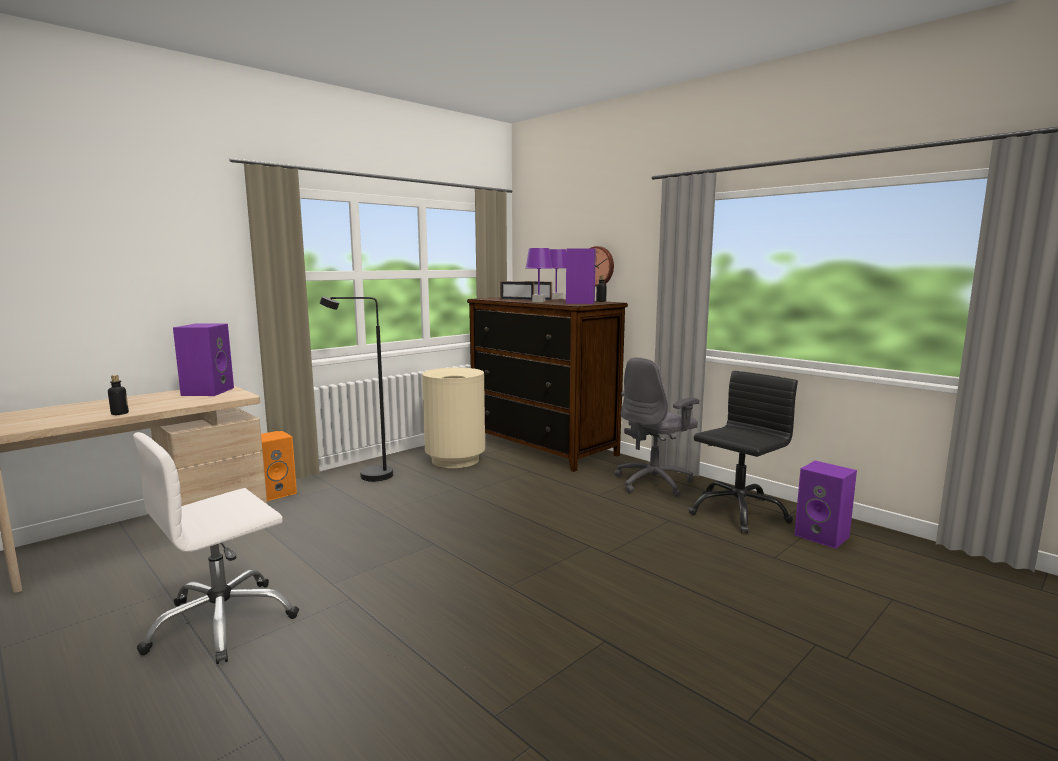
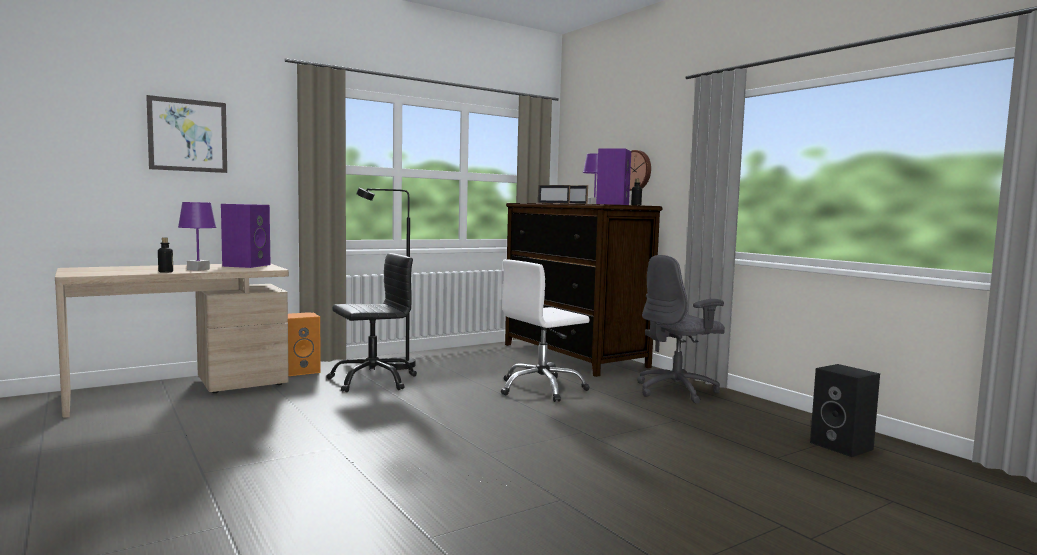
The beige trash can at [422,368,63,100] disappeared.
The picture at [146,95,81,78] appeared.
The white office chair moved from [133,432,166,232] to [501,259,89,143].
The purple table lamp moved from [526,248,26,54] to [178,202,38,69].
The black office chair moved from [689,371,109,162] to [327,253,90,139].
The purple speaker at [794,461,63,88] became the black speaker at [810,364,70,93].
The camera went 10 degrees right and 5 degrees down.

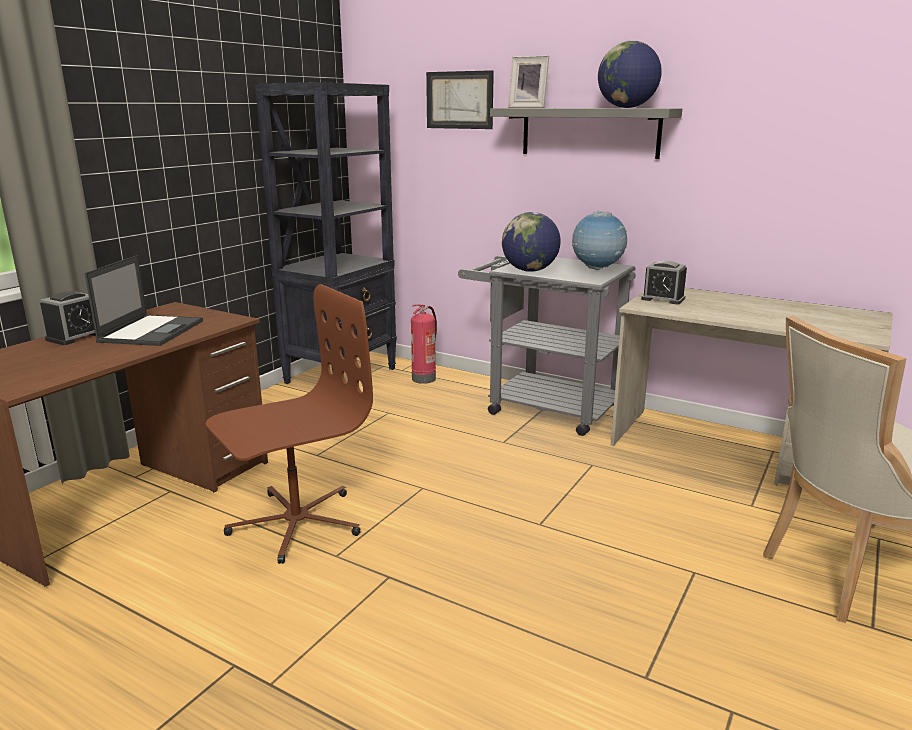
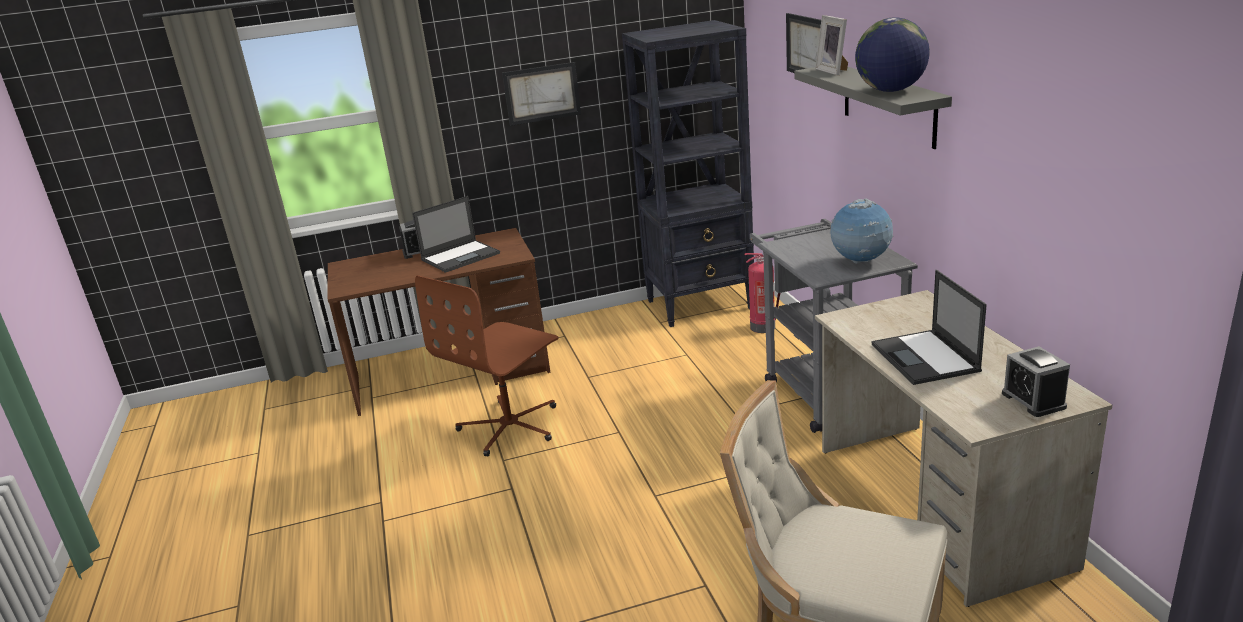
The globe at [502,212,59,60] disappeared.
The picture at [502,62,79,64] appeared.
The laptop at [872,270,115,115] appeared.
The alarm clock moved from [641,261,46,43] to [1002,346,68,71].
The brown office chair at [206,284,167,280] turned 120 degrees clockwise.
The camera went 45 degrees right and 5 degrees up.

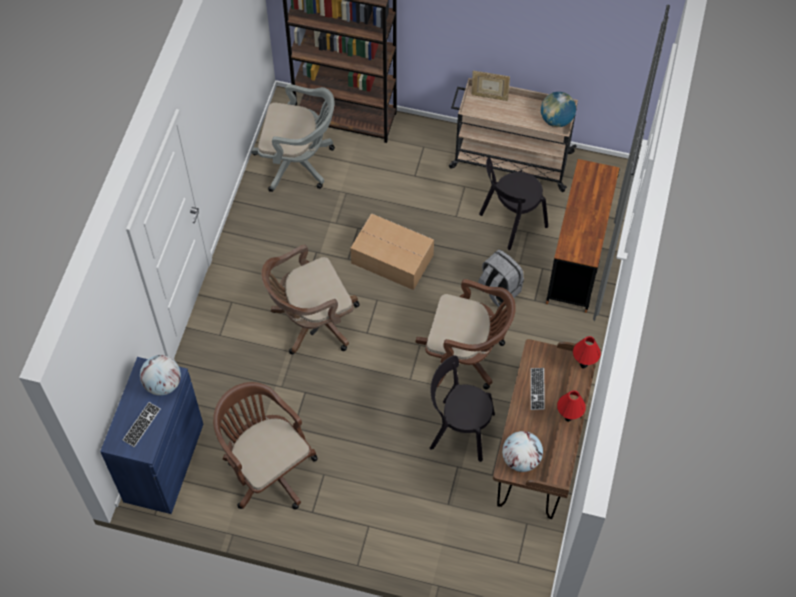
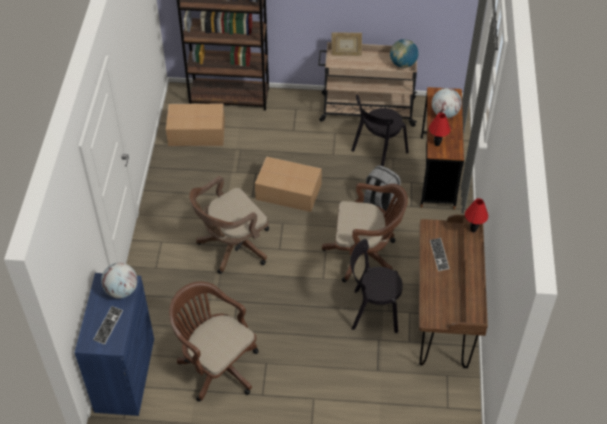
The globe moved from [502,431,41,41] to [432,88,30,30].
The red table lamp moved from [557,390,29,32] to [429,113,22,33].
The grey office chair at [251,84,84,108] was replaced by the cardboard box at [166,104,59,42].
The camera went 10 degrees left and 10 degrees down.

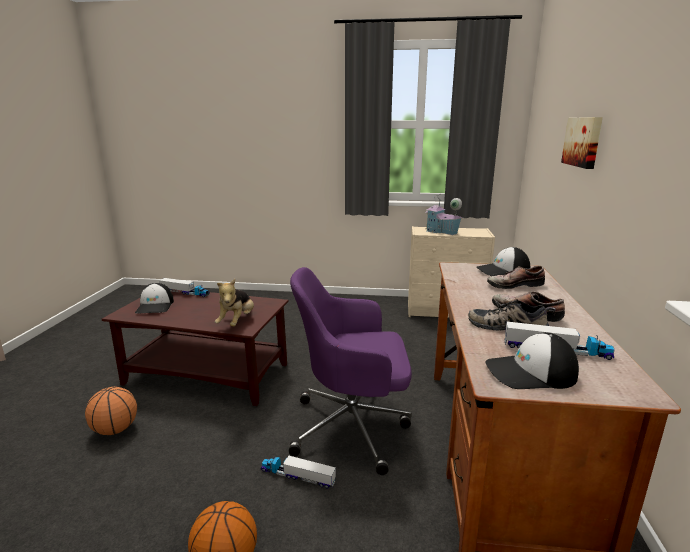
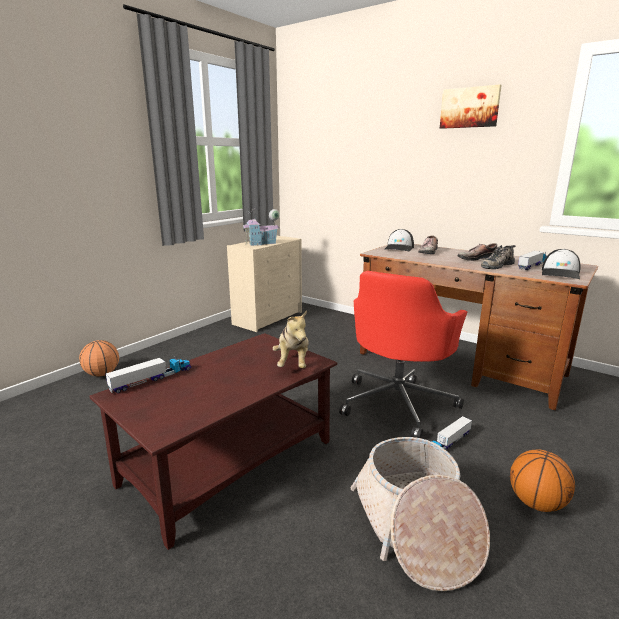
The cap at [135,283,39,31] disappeared.
The basket at [351,437,139,154] appeared.
The basketball moved from [85,387,52,48] to [79,340,40,36].
The picture moved from [561,117,42,52] to [440,84,62,45].
The purple office chair at [289,267,123,208] became the red office chair at [339,271,128,167].
The plush toy at [215,279,39,47] turned 45 degrees clockwise.
The camera went 60 degrees left and 0 degrees up.

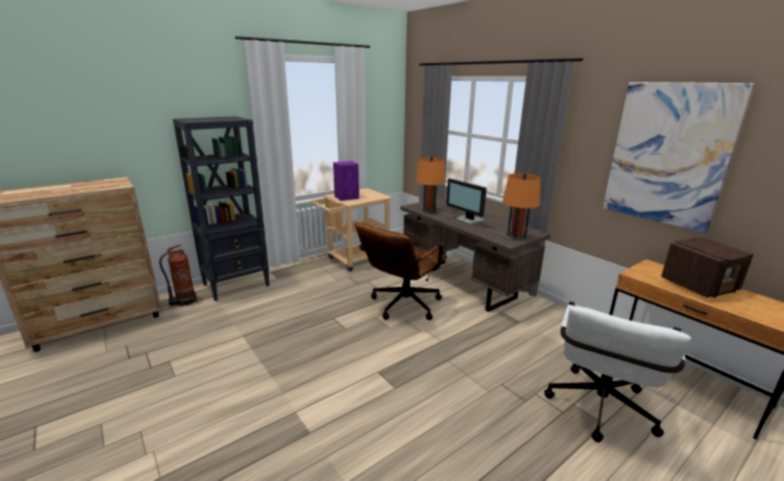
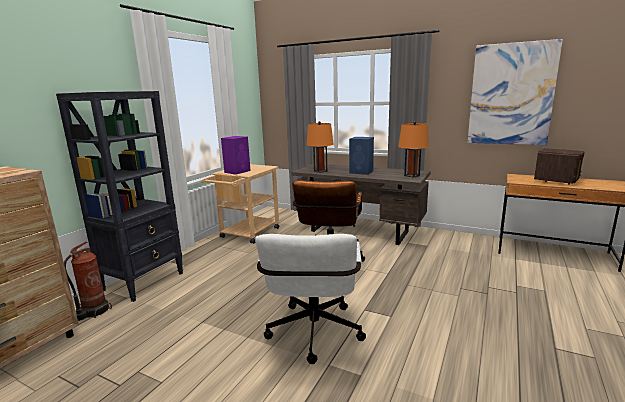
The white office chair moved from [544,301,147,141] to [255,234,111,130].
The monitor at [446,178,41,47] was replaced by the blue speaker at [349,137,25,38].
The camera went 25 degrees left and 5 degrees down.

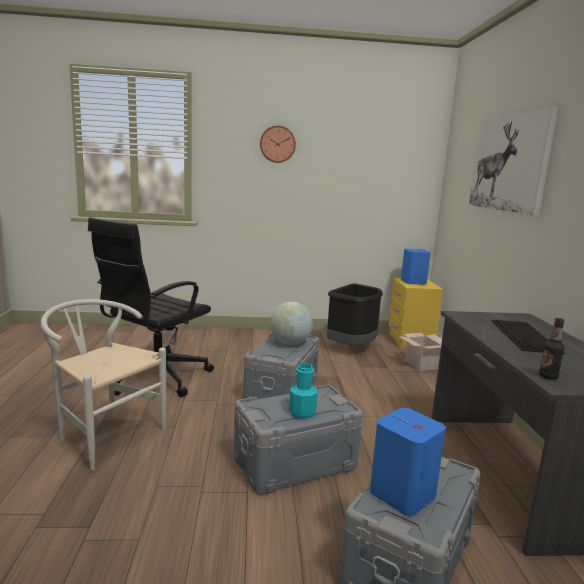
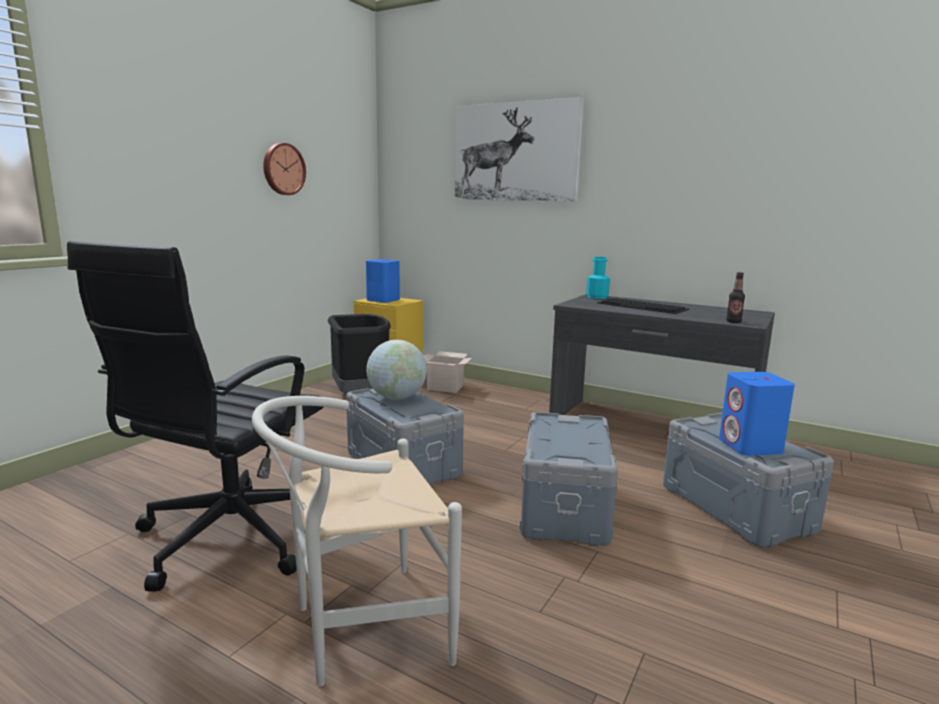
The wall clock moved from [260,125,36,38] to [263,143,43,52].
The turquoise bottle moved from [289,364,29,55] to [586,257,24,42].
The black office chair at [88,217,126,180] turned 45 degrees clockwise.
The camera went 55 degrees left and 0 degrees up.

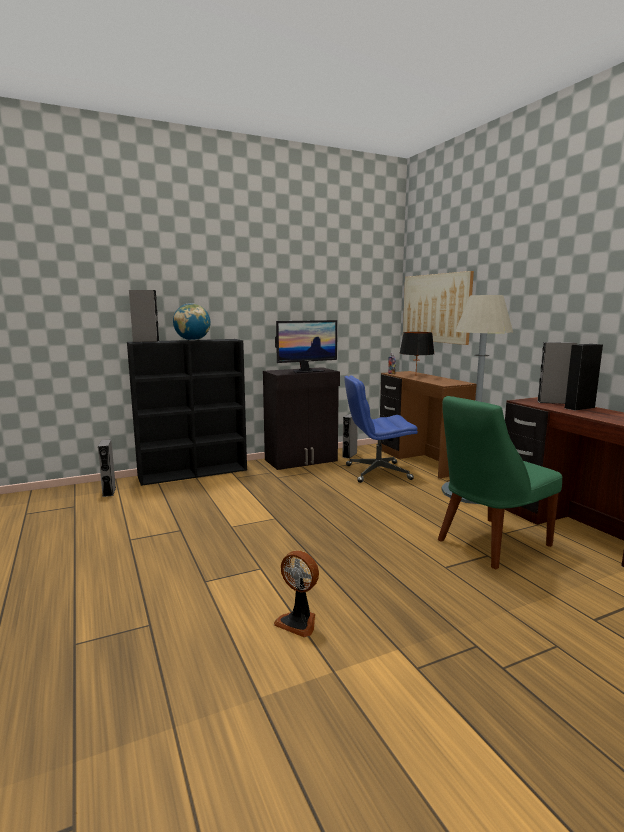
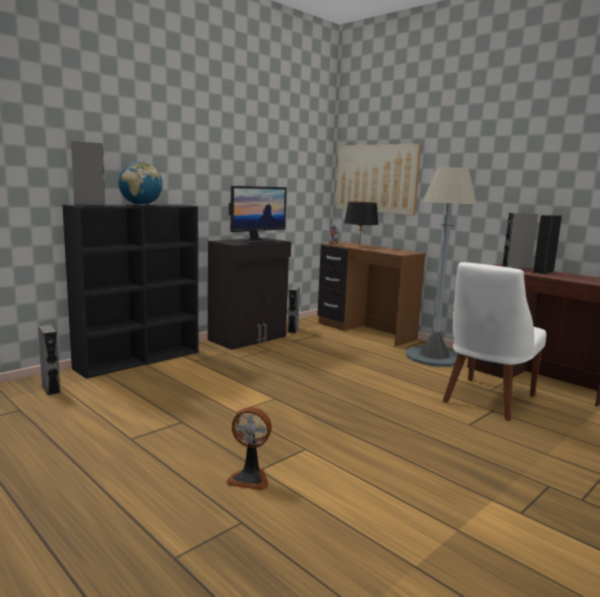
The blue office chair at [344,375,74,108] disappeared.
The fan moved from [274,551,45,87] to [226,407,46,83].
The green chair at [438,396,125,173] became the white chair at [442,262,104,159].
The camera went 20 degrees left and 0 degrees up.

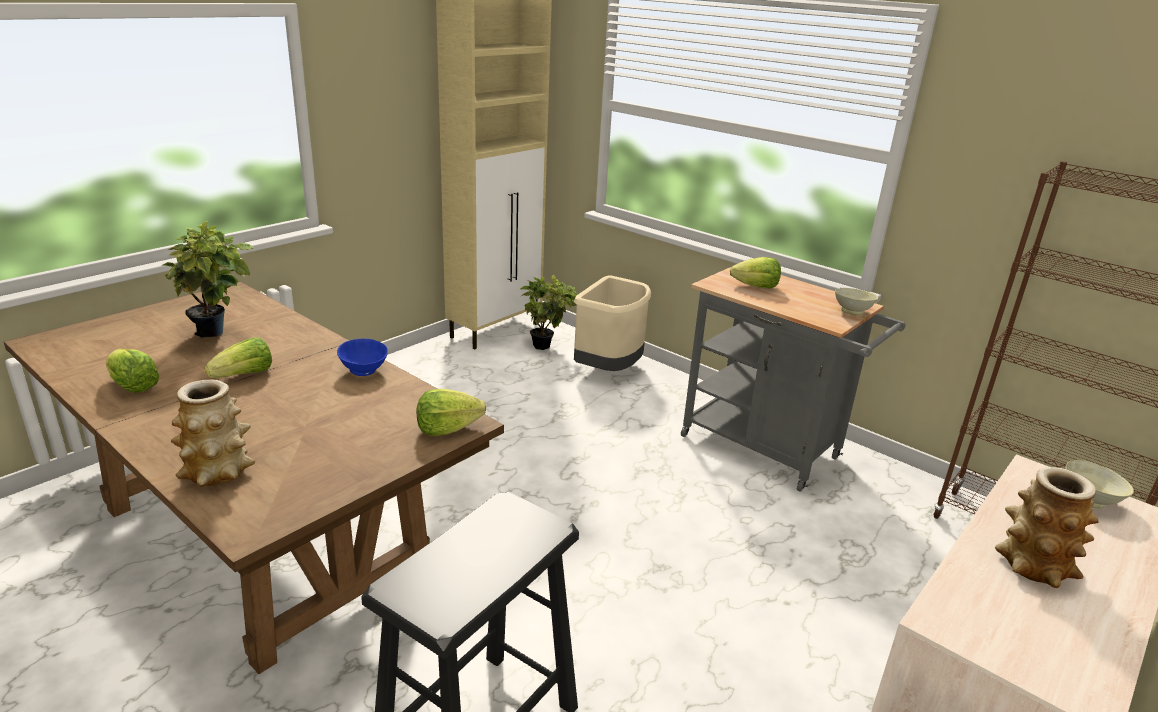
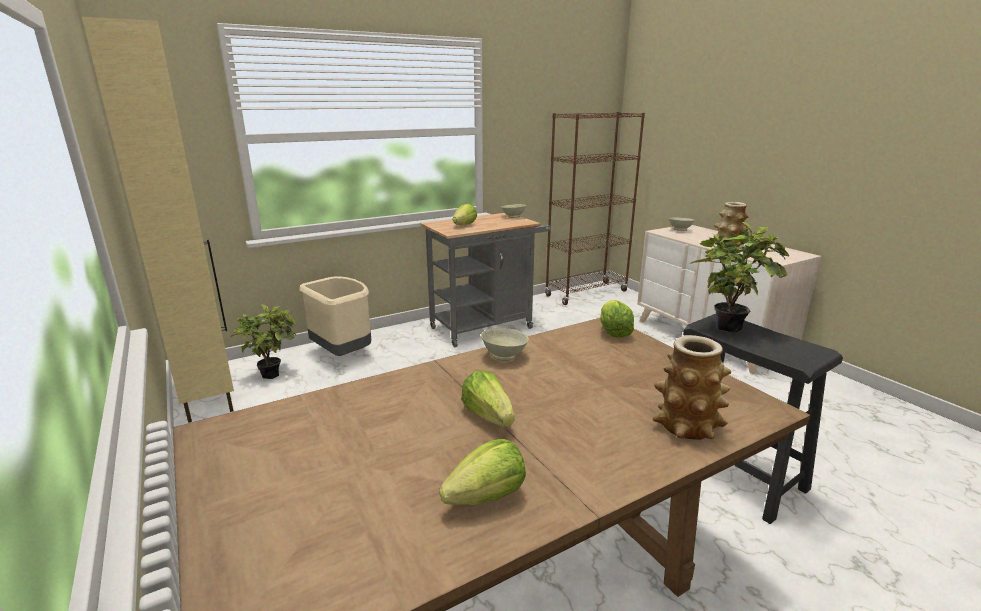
The potted plant moved from [163,221,90,117] to [690,222,99,111].
The blue bowl at [337,339,51,37] became the beige bowl at [481,328,48,33].
The camera went 70 degrees left and 5 degrees down.

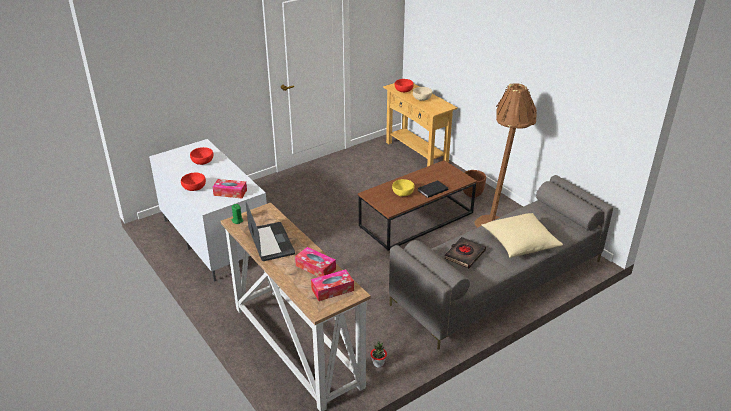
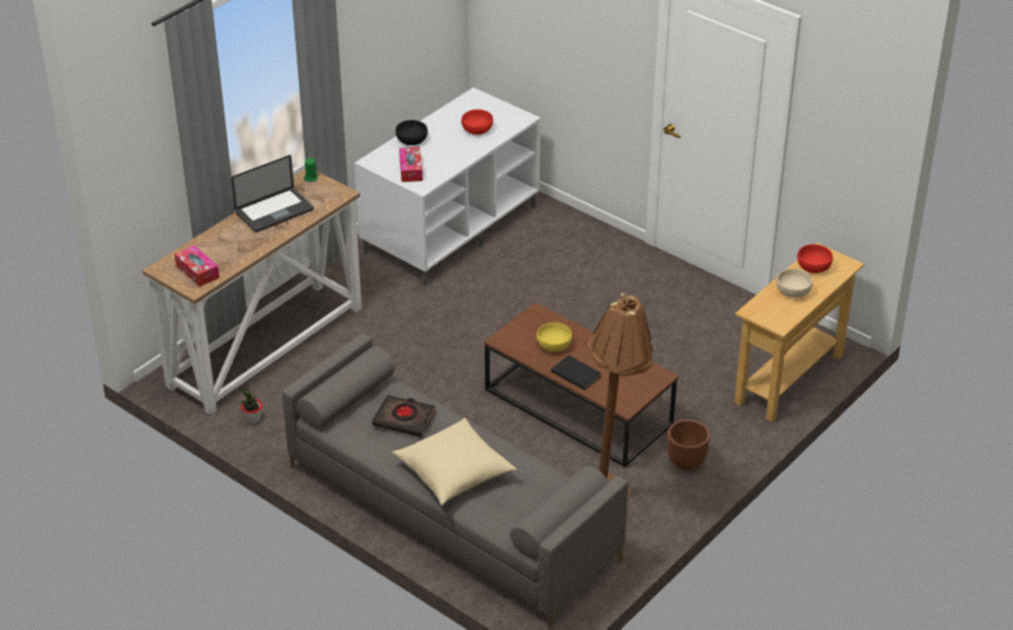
The tissue box at [295,247,41,30] disappeared.
The red bowl at [181,173,25,18] became the black bowl at [396,120,32,25].
The camera went 75 degrees right and 5 degrees up.

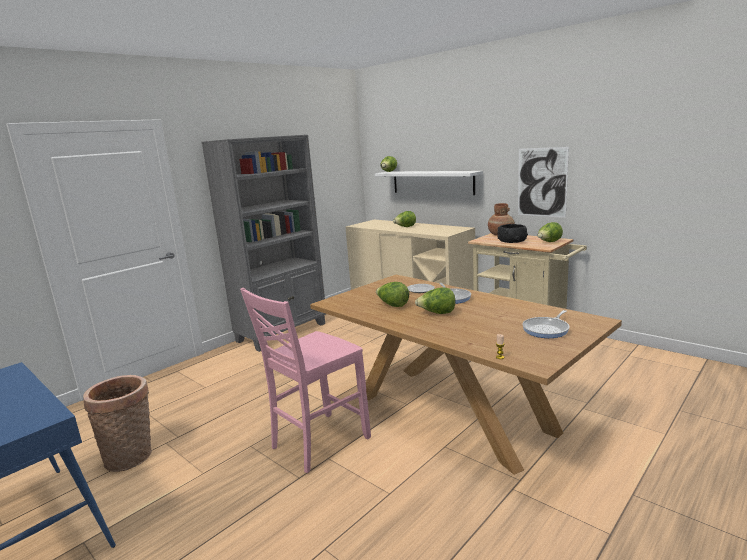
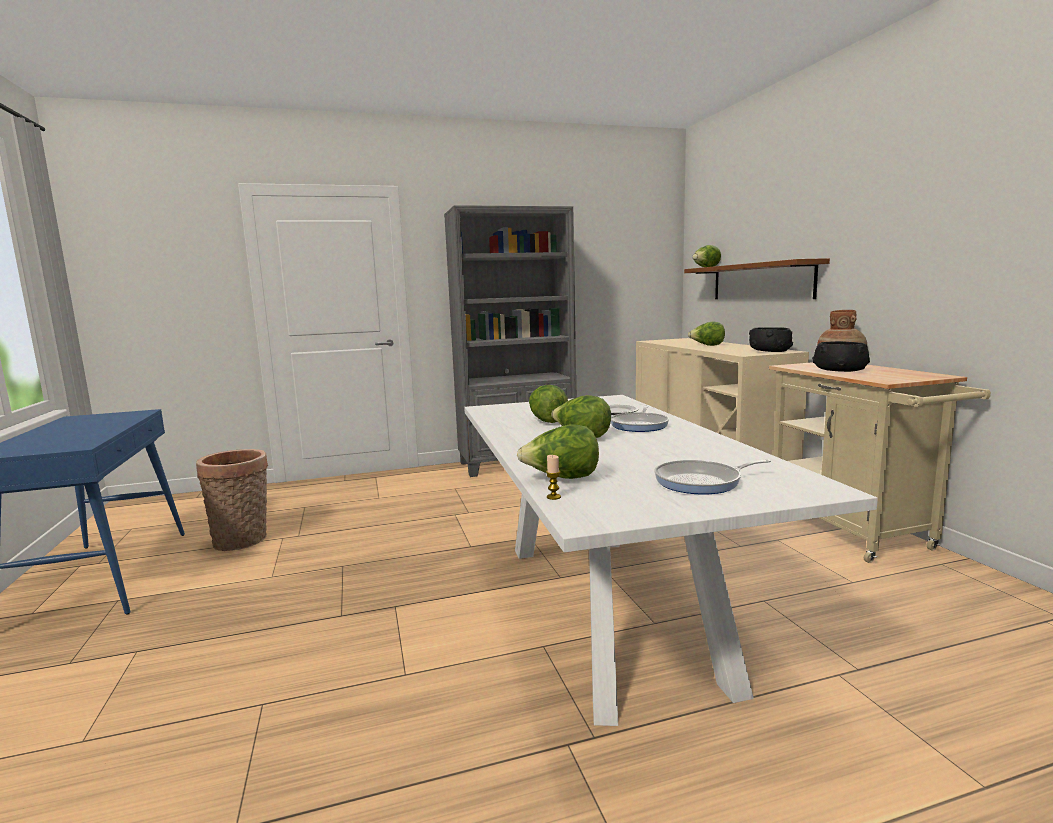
The pink chair at [240,288,131,185] disappeared.
The picture at [518,147,51,71] disappeared.
The black bowl at [749,327,44,25] appeared.
The lettuce moved from [538,222,25,20] to [517,425,82,54].
The brown dining table at [310,275,312,200] became the white dining table at [464,395,414,331].
The white shelf at [375,171,108,24] became the brown shelf at [684,258,146,41].
The camera went 30 degrees right and 5 degrees down.

